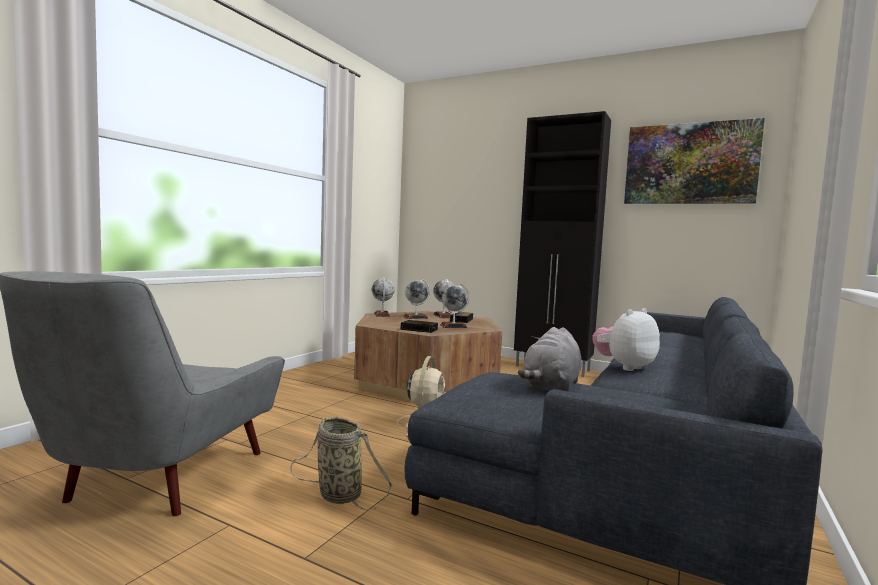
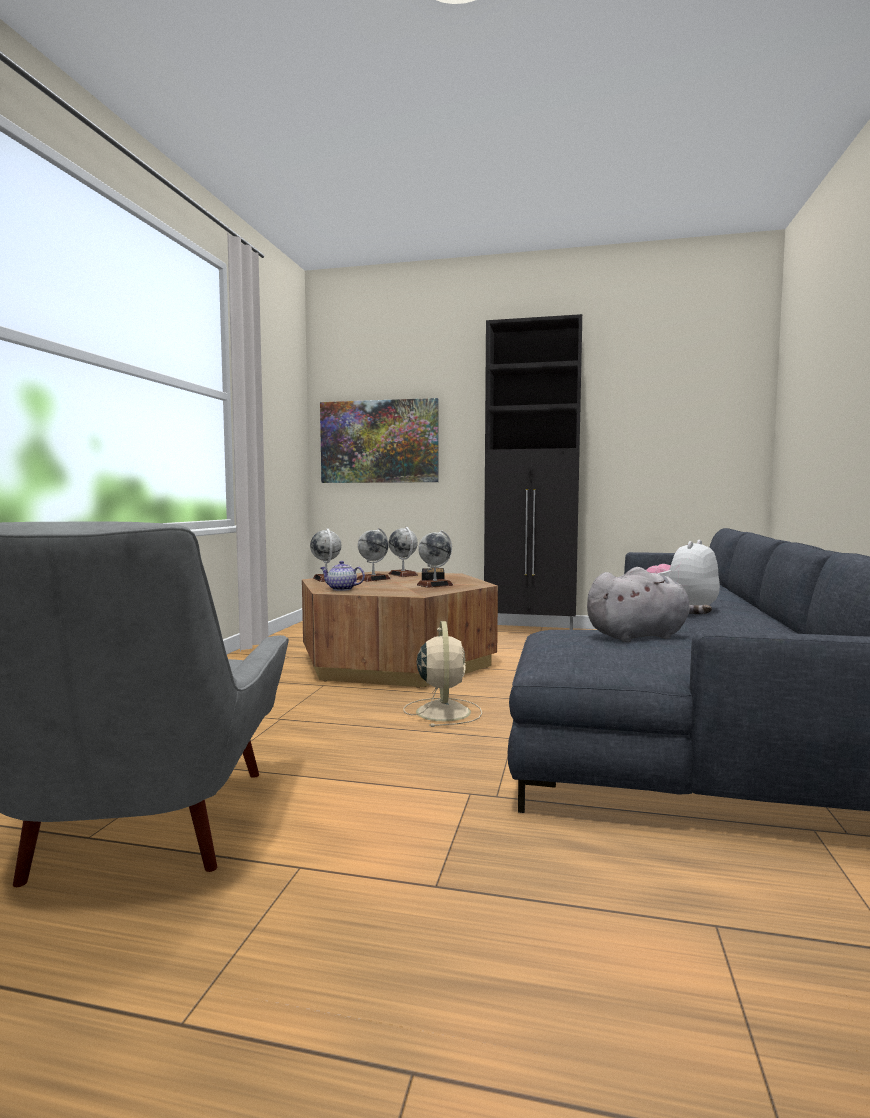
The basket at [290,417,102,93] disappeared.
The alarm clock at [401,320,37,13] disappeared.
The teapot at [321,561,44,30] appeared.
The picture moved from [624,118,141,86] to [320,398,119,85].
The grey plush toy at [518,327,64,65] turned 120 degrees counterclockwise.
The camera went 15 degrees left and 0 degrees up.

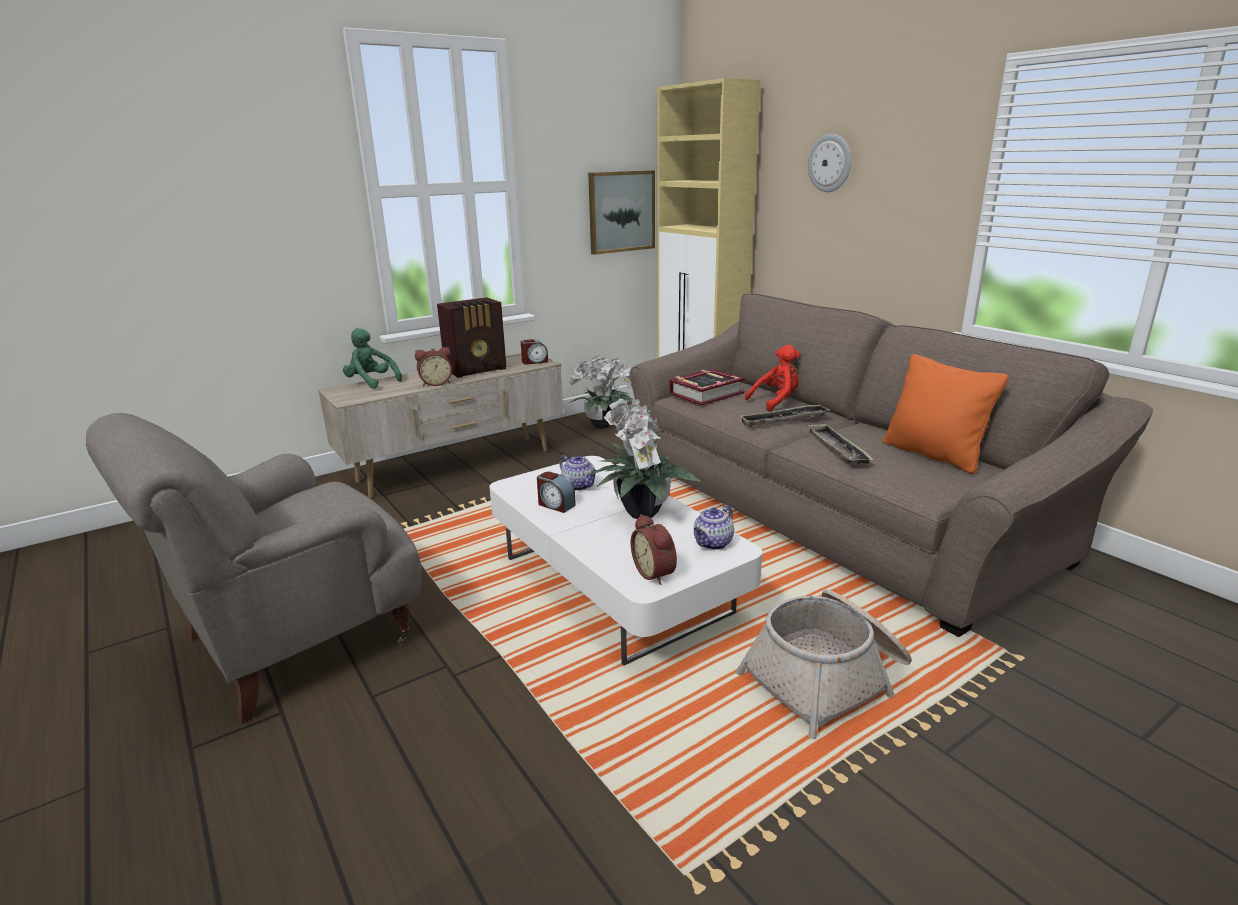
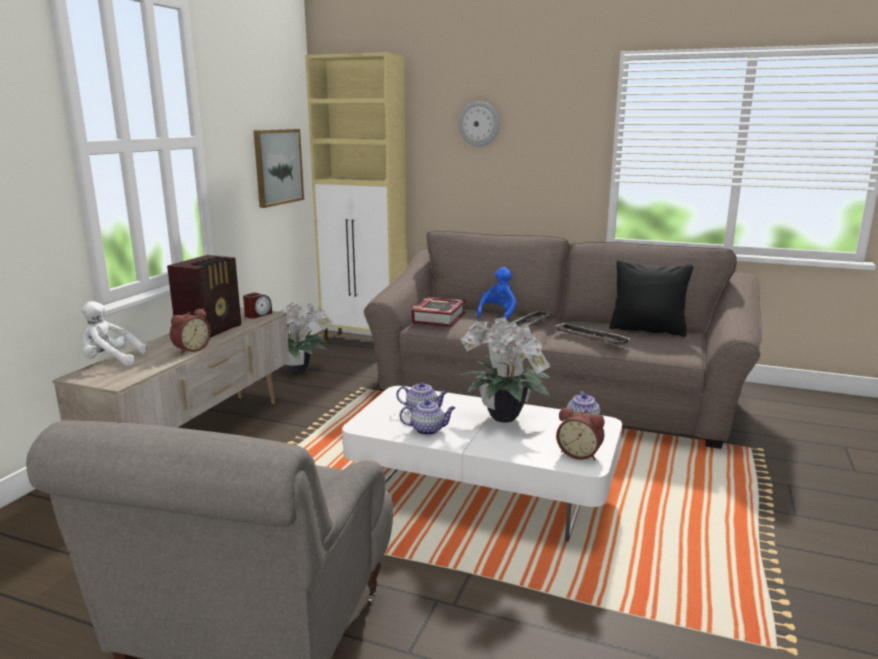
The basket at [736,590,176,149] disappeared.
The alarm clock at [537,472,39,41] was replaced by the teapot at [400,400,55,35].
The green plush toy at [343,328,59,61] became the white plush toy at [81,301,66,65].
The red plush toy at [745,345,56,66] became the blue plush toy at [476,267,40,53].
The orange pillow at [883,354,126,120] became the black pillow at [609,260,84,77].
The camera went 35 degrees left and 5 degrees down.

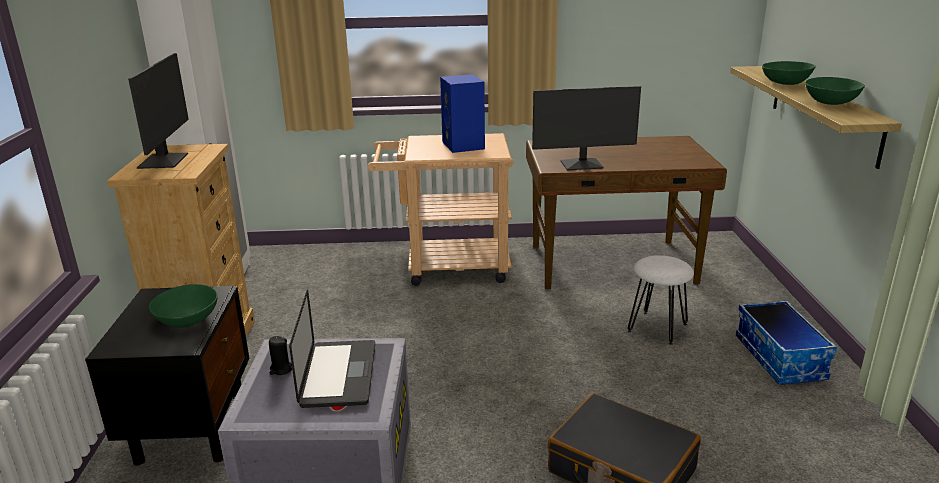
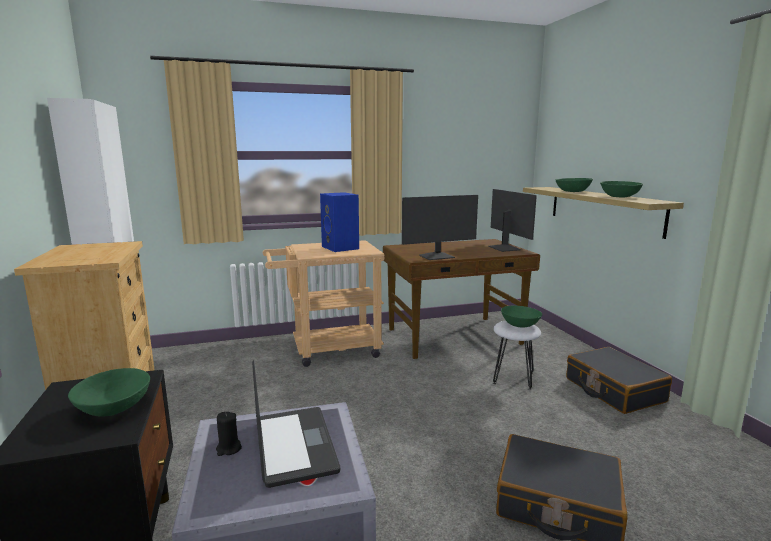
The green bowl at [501,306,41,22] appeared.
The monitor moved from [128,53,61,116] to [488,189,49,63].
The storage box at [736,301,101,84] was replaced by the black suitcase at [566,347,106,67].
The camera went 15 degrees left and 10 degrees down.

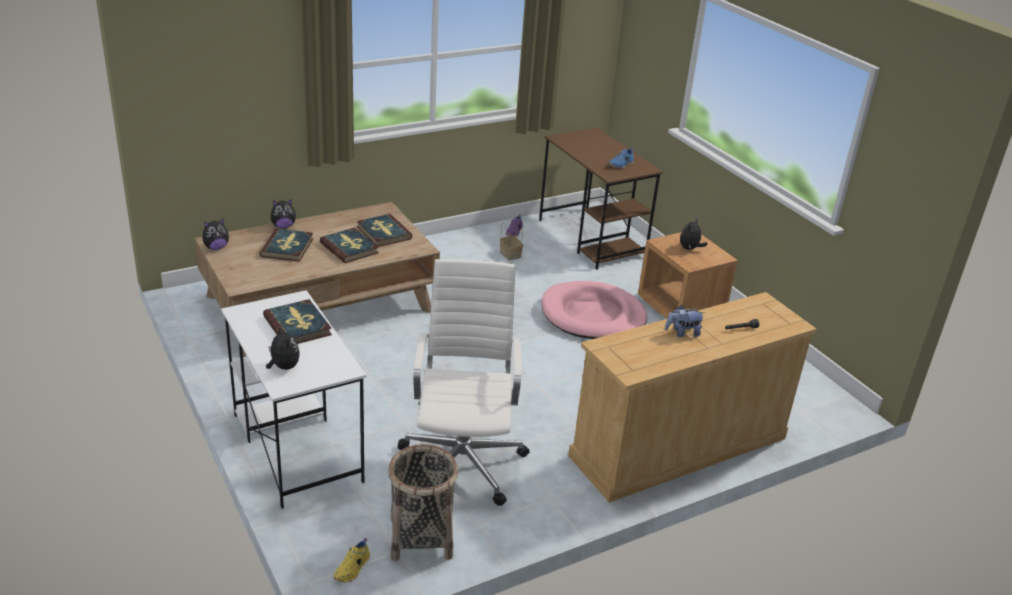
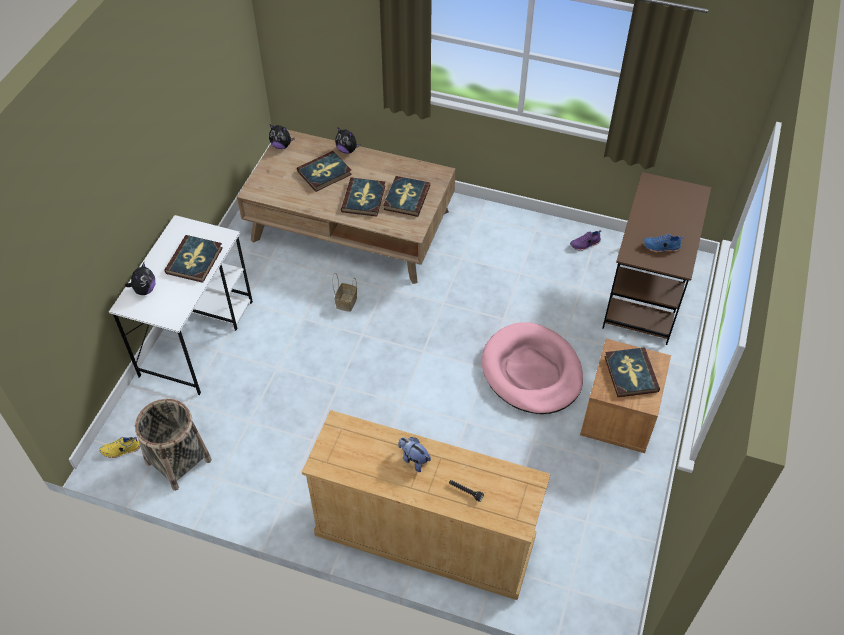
The white office chair at [398,259,132,247] disappeared.
The basket moved from [500,219,23,42] to [332,273,25,39].
The plush toy at [680,218,28,32] was replaced by the book at [604,348,56,49].
The camera went 50 degrees right and 20 degrees up.

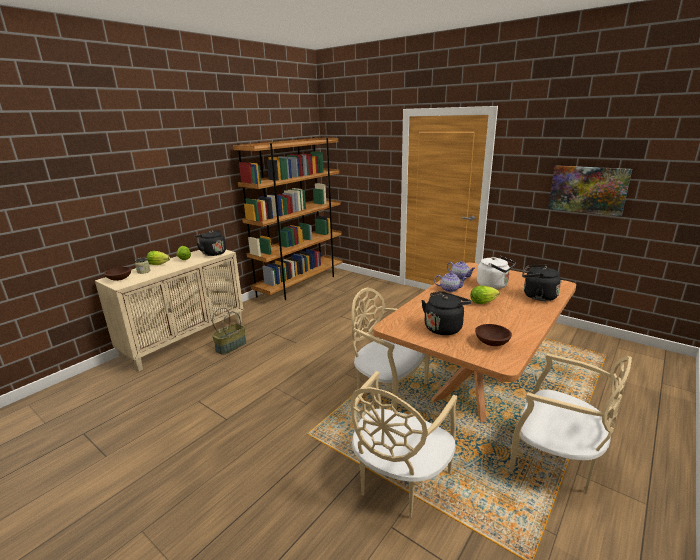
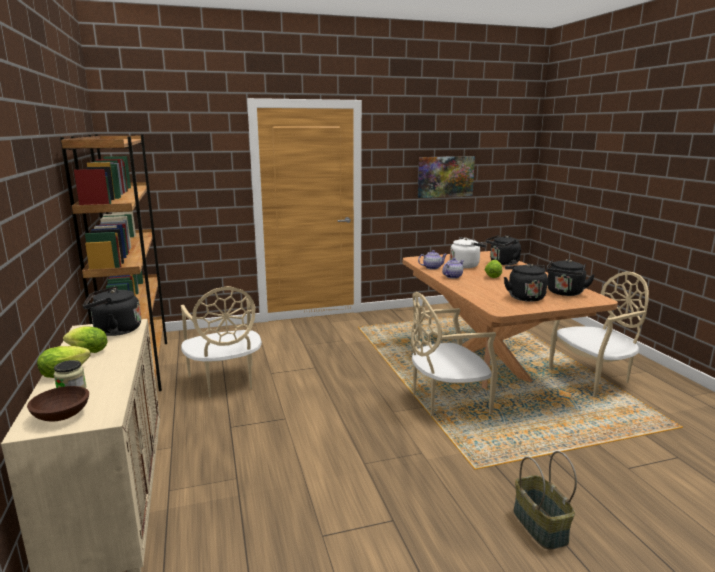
The basket moved from [212,308,35,47] to [513,451,64,99].
The beige chair moved from [351,371,106,147] to [181,286,81,111].
The brown bowl at [475,324,37,22] was replaced by the black kettle at [546,259,49,37].
The camera went 55 degrees left and 5 degrees down.

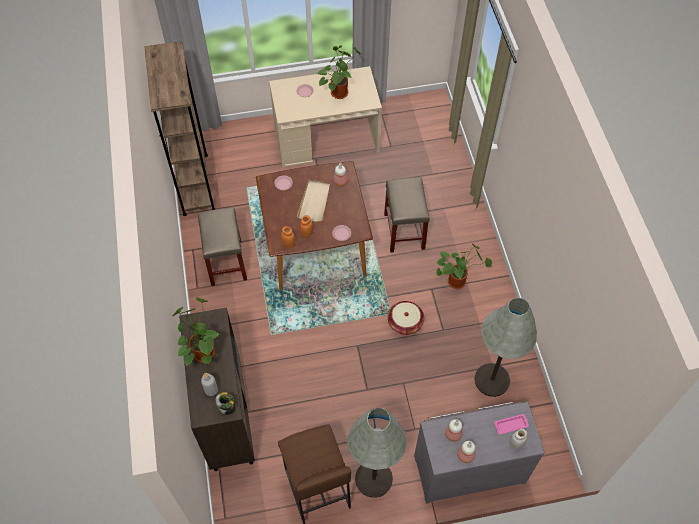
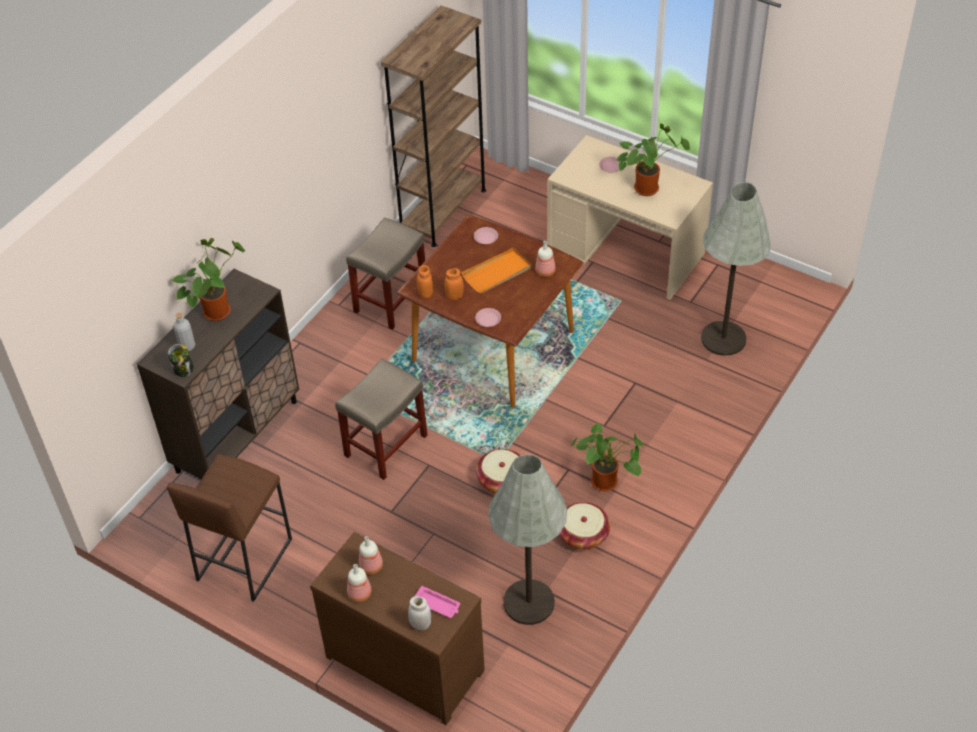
The basket at [559,502,51,48] appeared.
The grey floor lamp moved from [347,407,60,91] to [701,182,70,174].
The beige stool moved from [384,177,46,76] to [335,359,93,121].
The beige tray at [297,180,33,42] became the orange tray at [461,248,70,46].
The grey dresser at [414,402,131,102] became the brown dresser at [310,532,175,193].
The camera went 45 degrees right and 10 degrees down.

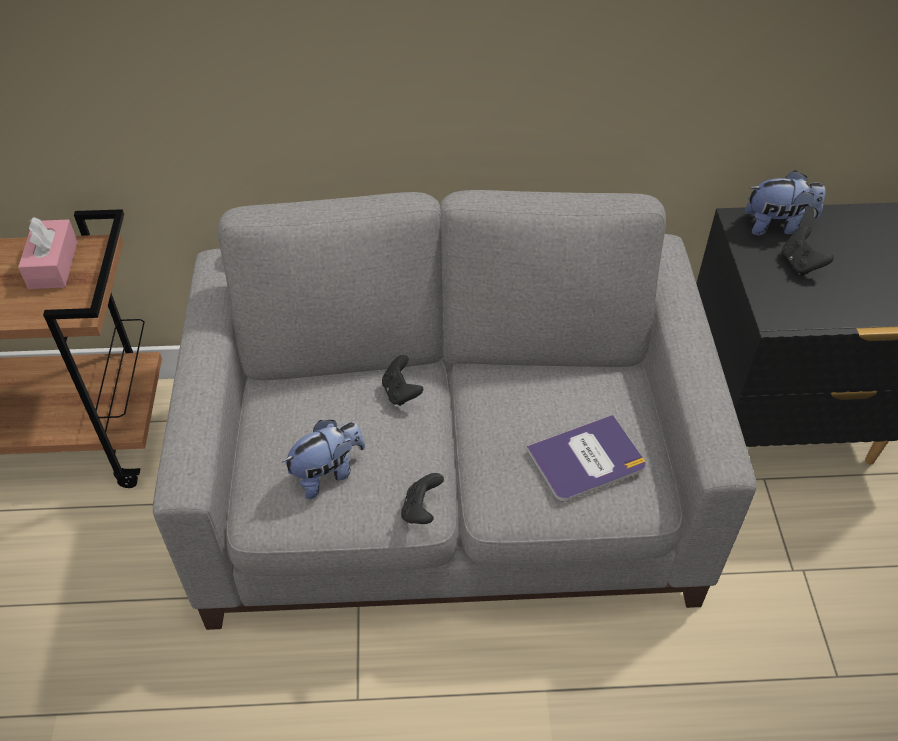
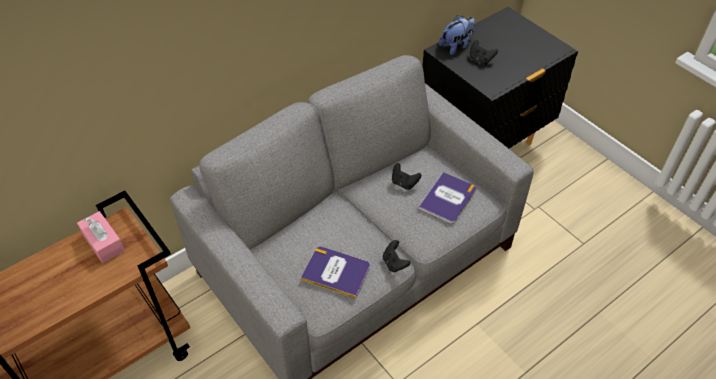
The black game controller moved from [382,355,41,51] to [392,163,29,27].
The plush toy at [282,420,83,79] was replaced by the book at [301,247,69,51].
The camera went 35 degrees left and 0 degrees up.

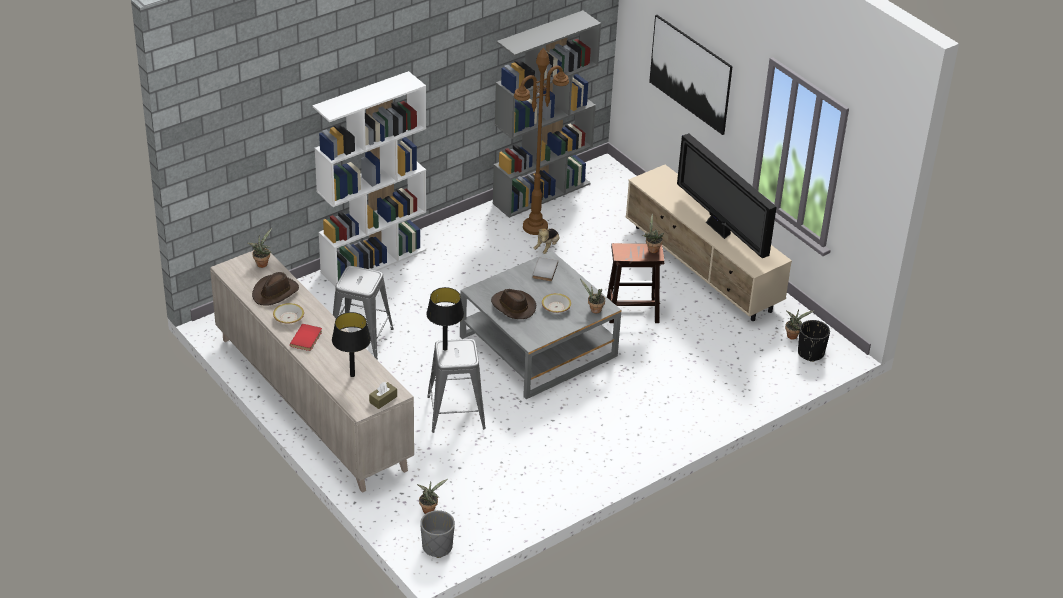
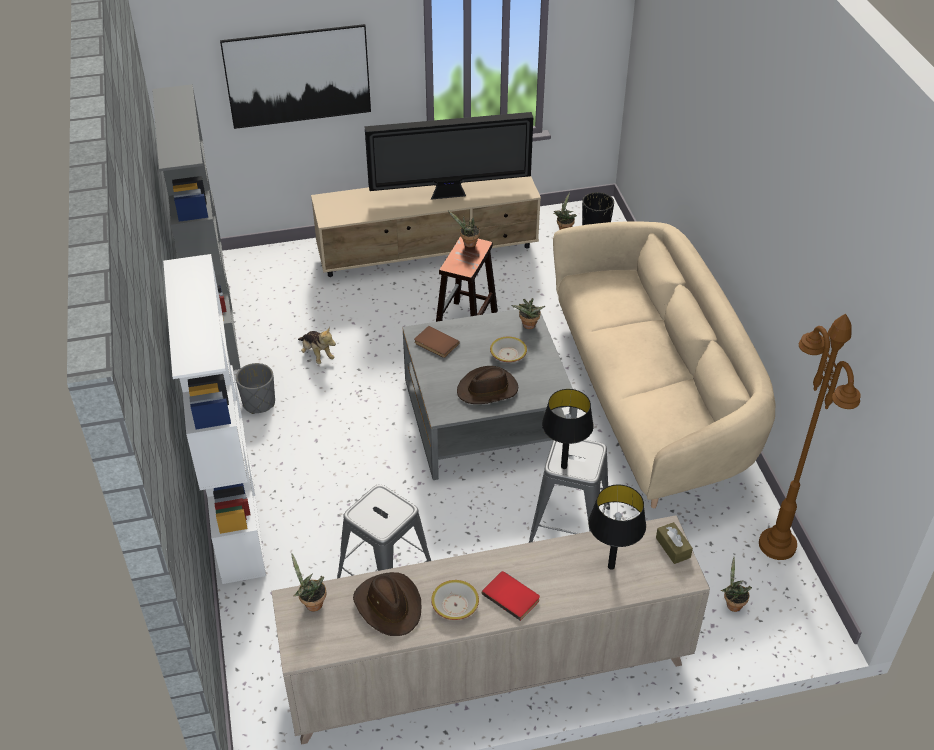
The beige sofa at [553,221,223,287] appeared.
The grey planter moved from [420,510,35,48] to [236,363,39,51].
The brown floor lamp moved from [514,48,55,187] to [759,314,102,246].
The grey book at [532,258,26,24] became the brown book at [414,326,46,32].
The camera went 65 degrees left and 5 degrees up.

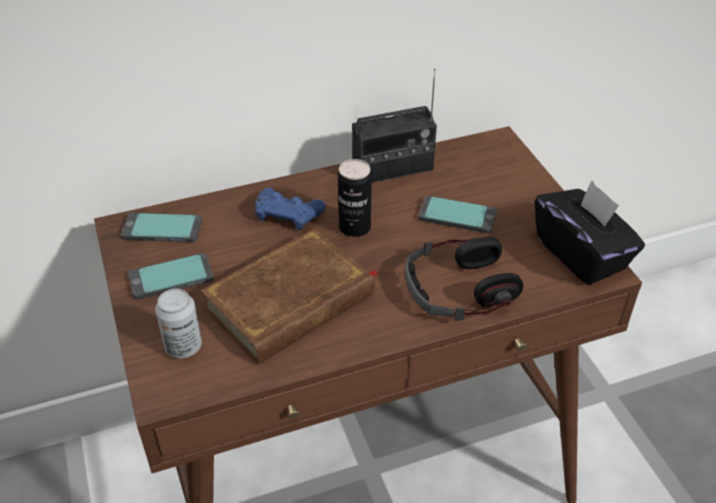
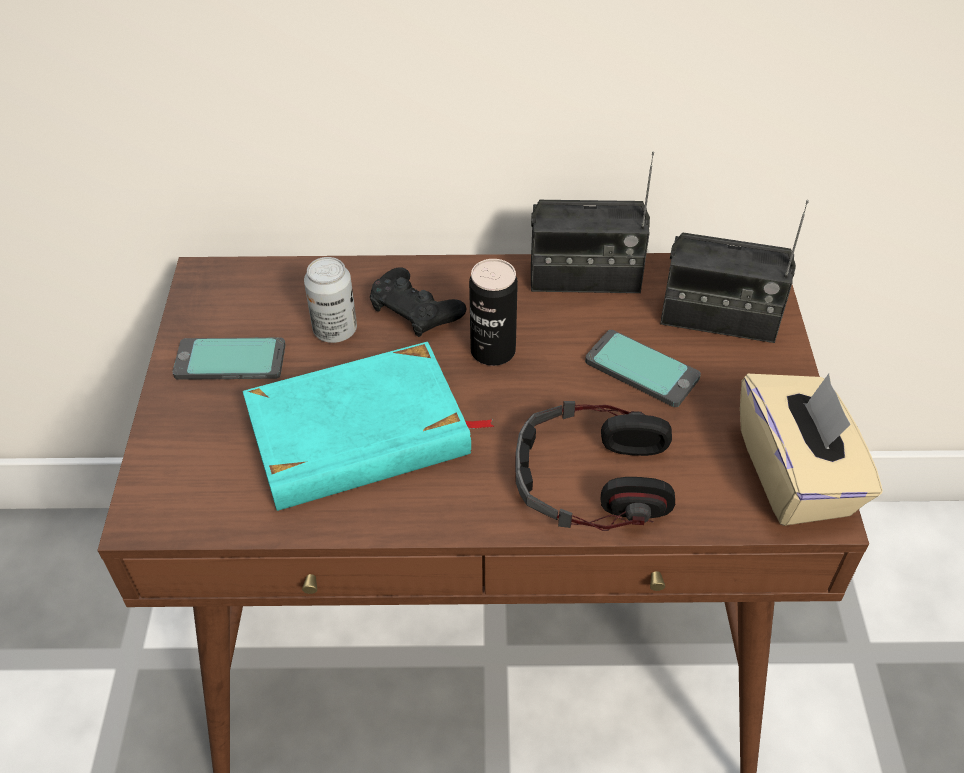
The phone at [121,213,81,29] disappeared.
The radio at [660,200,149,143] appeared.
The can moved from [155,289,47,69] to [304,257,53,86].
The brown book at [201,229,179,136] became the turquoise book at [243,342,251,169].
The blue game controller at [255,188,71,42] became the black game controller at [370,267,97,70].
The black tissue box at [535,180,110,105] became the beige tissue box at [740,374,143,152].
The camera went 20 degrees right and 5 degrees up.

